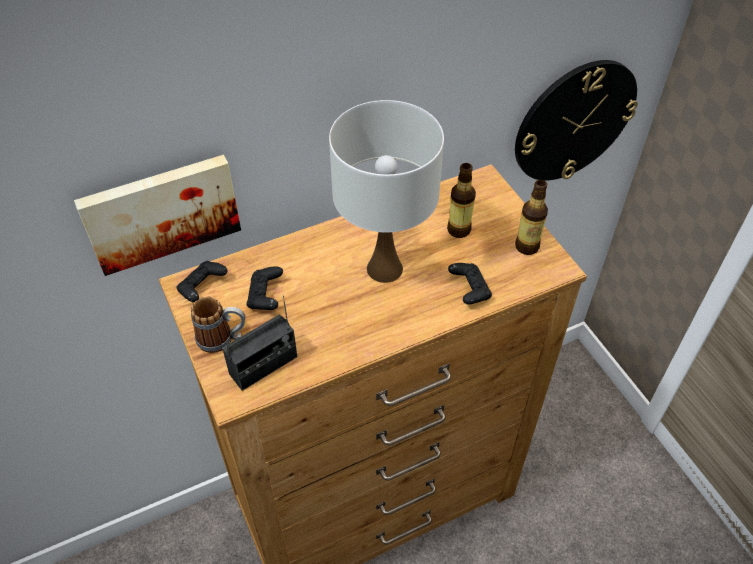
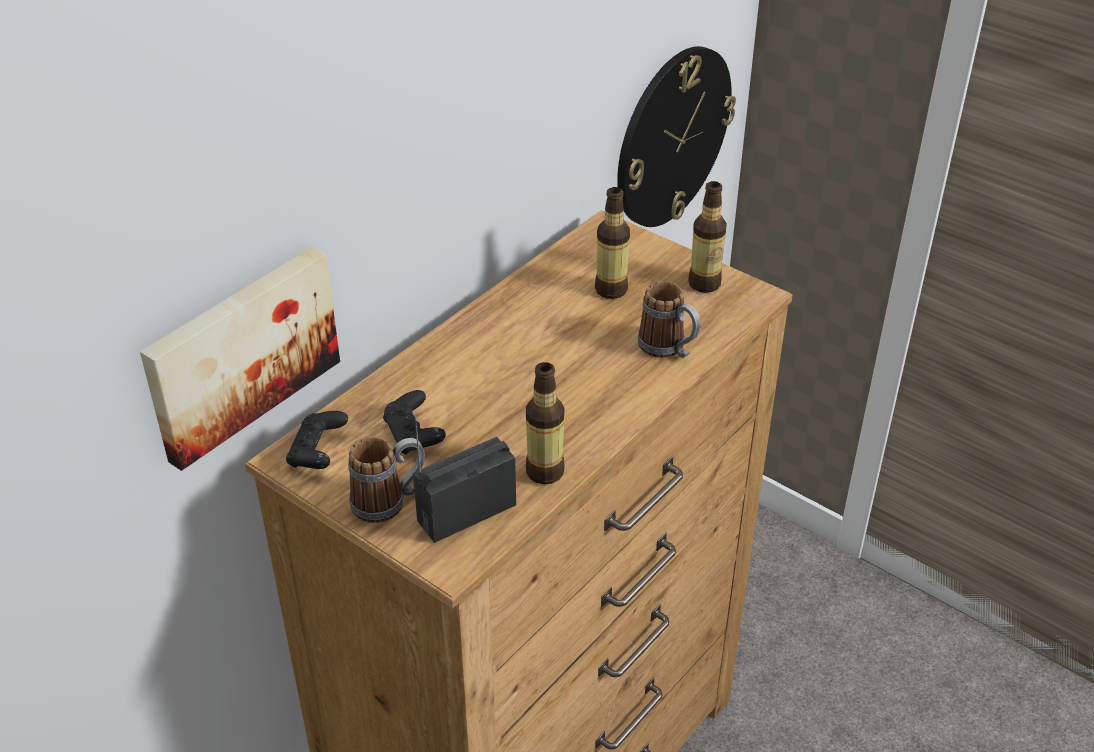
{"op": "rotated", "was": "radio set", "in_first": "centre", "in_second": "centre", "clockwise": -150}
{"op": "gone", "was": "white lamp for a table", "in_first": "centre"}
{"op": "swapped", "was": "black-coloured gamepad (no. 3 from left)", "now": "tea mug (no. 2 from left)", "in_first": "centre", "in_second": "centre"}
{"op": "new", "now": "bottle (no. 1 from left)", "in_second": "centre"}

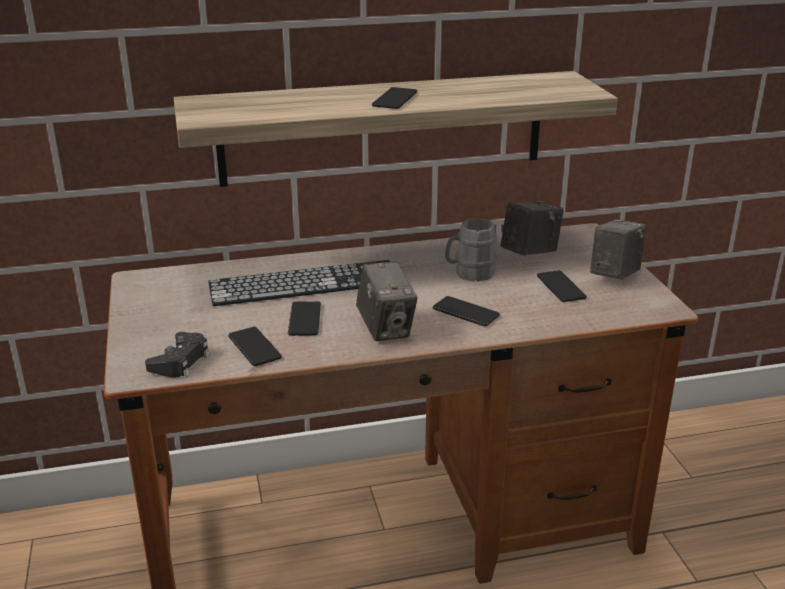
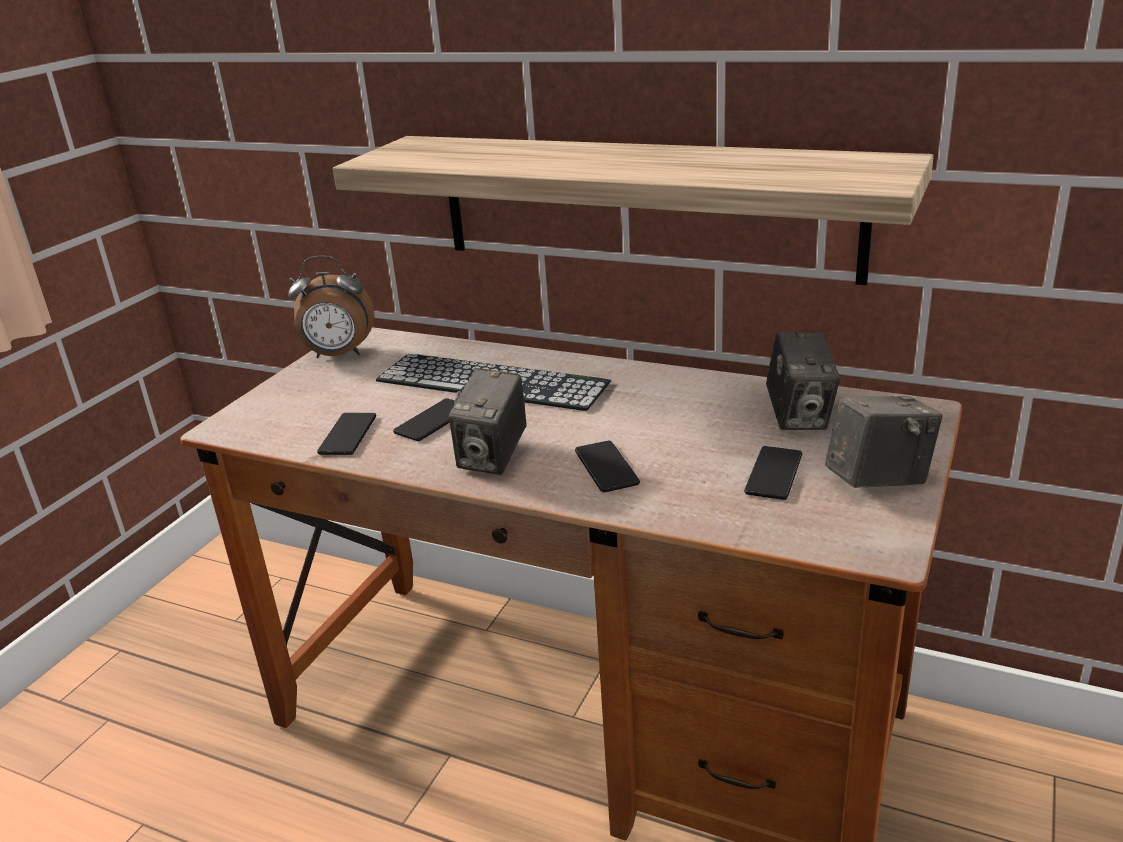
{"op": "gone", "was": "black-coloured gamepad", "in_first": "middle left"}
{"op": "gone", "was": "handset (no. 3 from left)", "in_first": "top centre"}
{"op": "gone", "was": "grey tea mug", "in_first": "centre"}
{"op": "rotated", "was": "still camera (no. 2 from left)", "in_first": "middle right", "in_second": "middle right", "clockwise": 90}
{"op": "new", "now": "alarm clock", "in_second": "middle left"}

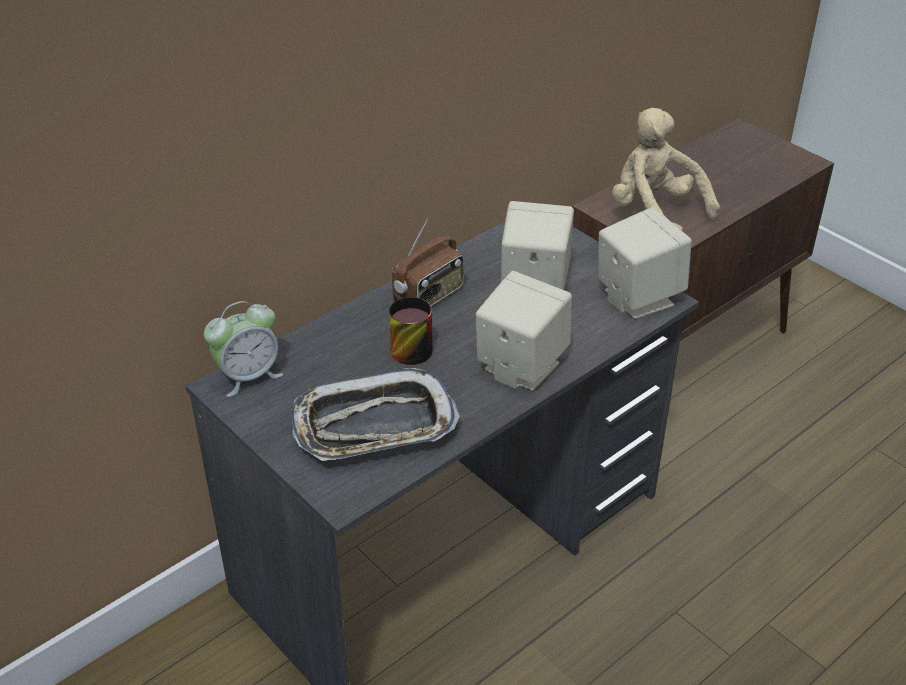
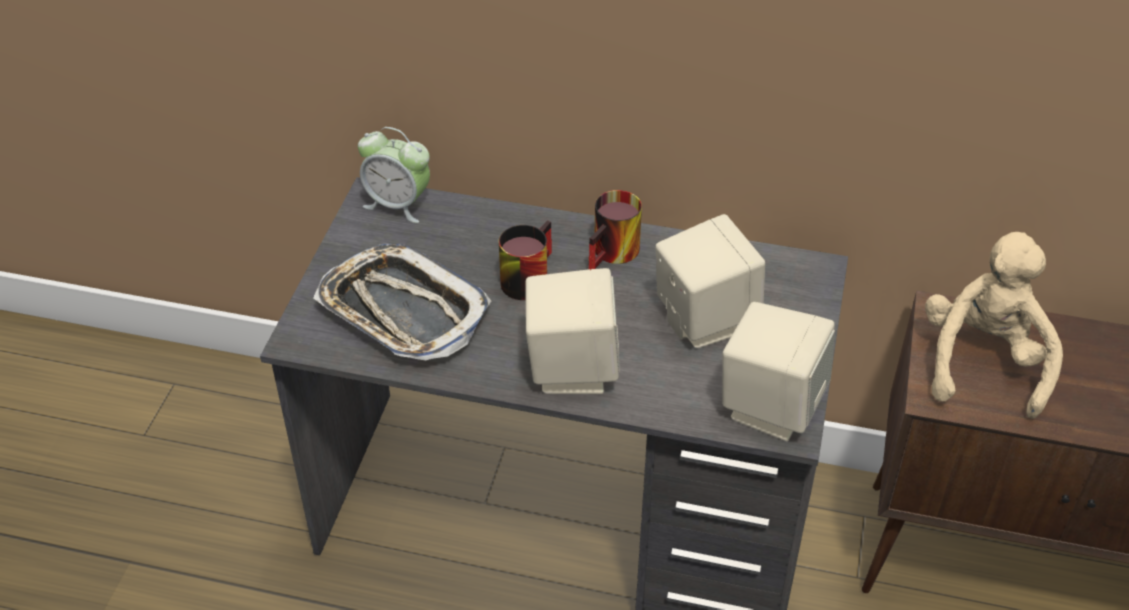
{"op": "swapped", "was": "radio set", "now": "tea mug (no. 2 from left)", "in_first": "centre", "in_second": "centre"}

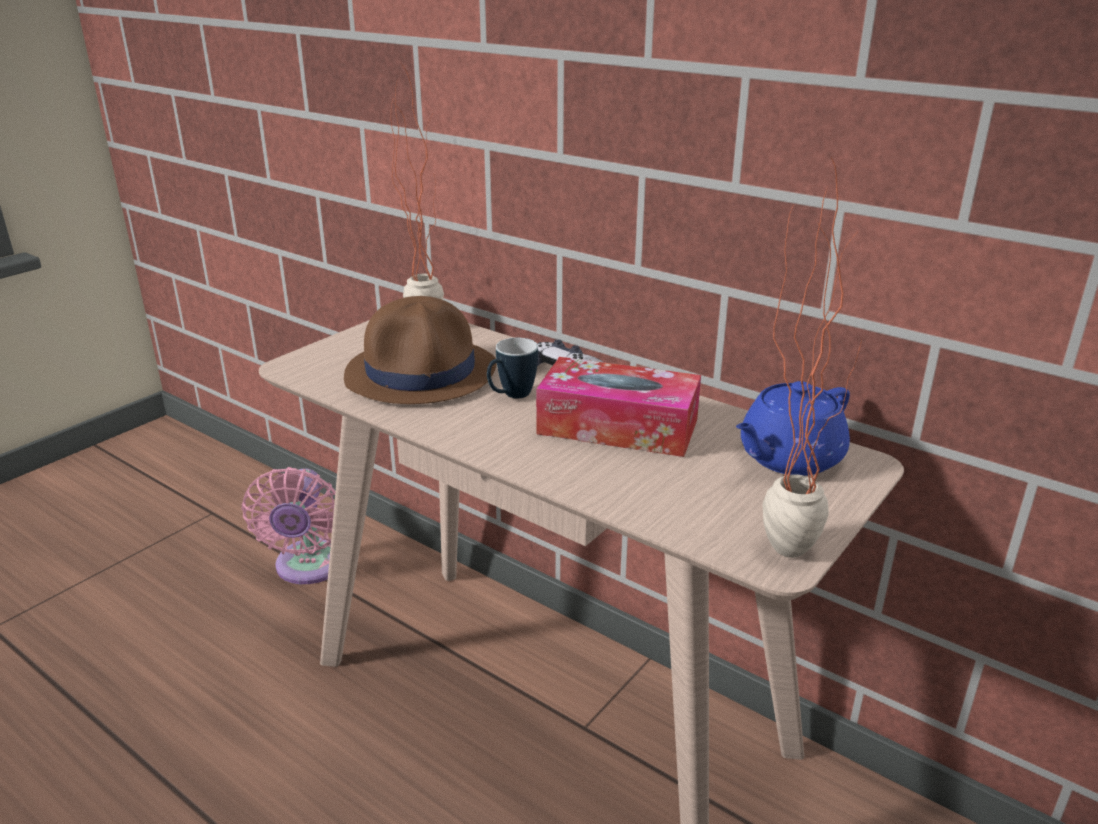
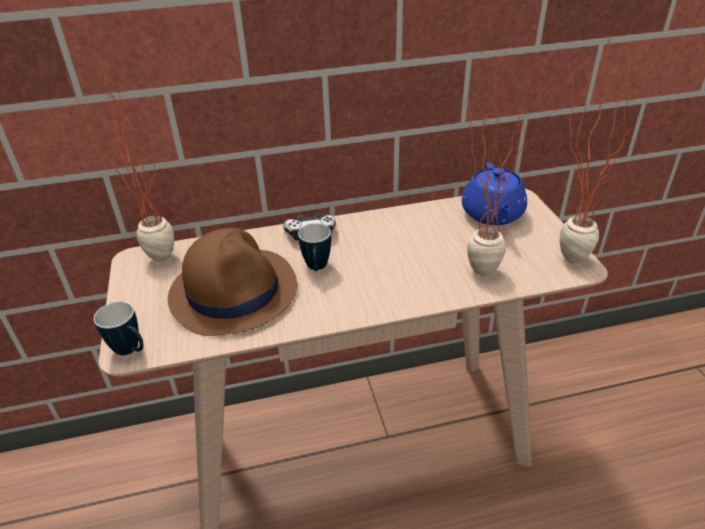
{"op": "gone", "was": "pink fan", "in_first": "middle left"}
{"op": "gone", "was": "box of tissues", "in_first": "centre"}
{"op": "new", "now": "tea mug (no. 1 from left)", "in_second": "middle left"}
{"op": "new", "now": "houseplant (no. 2 from left)", "in_second": "top right"}

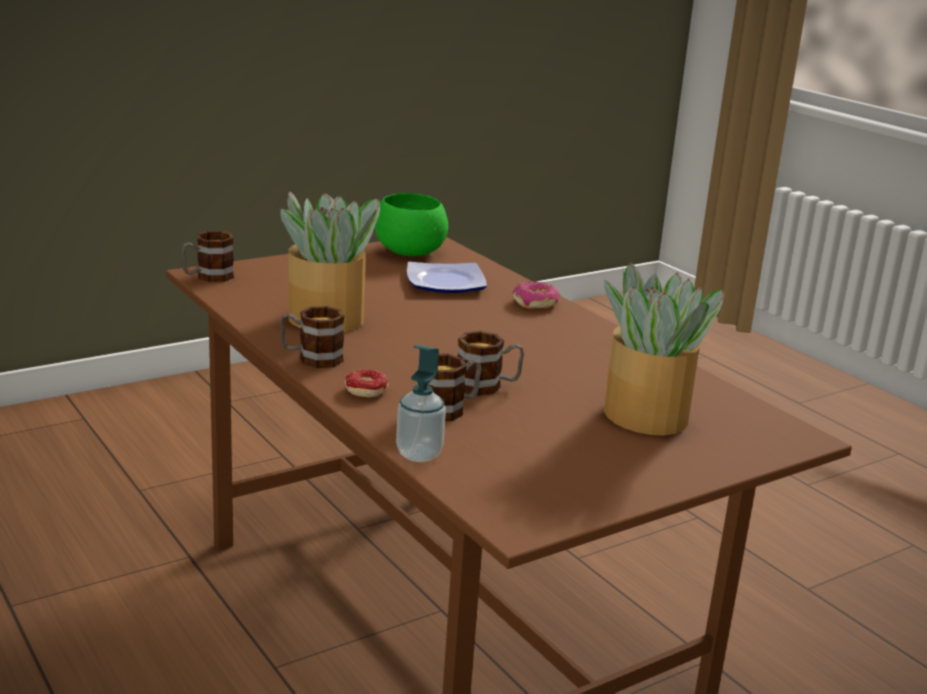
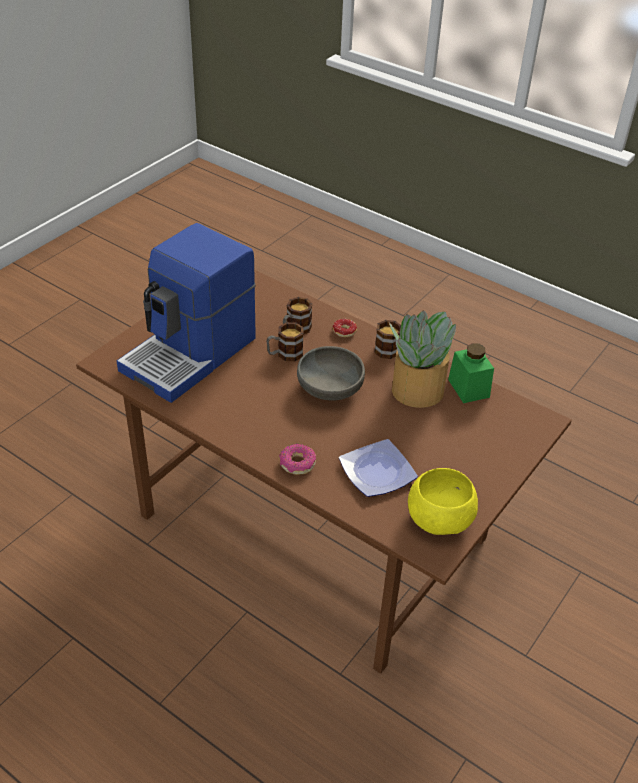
{"op": "gone", "was": "tea mug (no. 1 from left)", "in_first": "middle left"}
{"op": "repainted", "was": "green bowl", "now": "yellow-coloured bowl", "in_first": "top centre", "in_second": "middle right"}
{"op": "gone", "was": "soap bottle", "in_first": "centre"}
{"op": "swapped", "was": "houseplant (no. 2 from left)", "now": "coffee machine", "in_first": "middle right", "in_second": "middle left"}
{"op": "new", "now": "grey bowl", "in_second": "centre"}
{"op": "new", "now": "green preserve jar", "in_second": "middle right"}

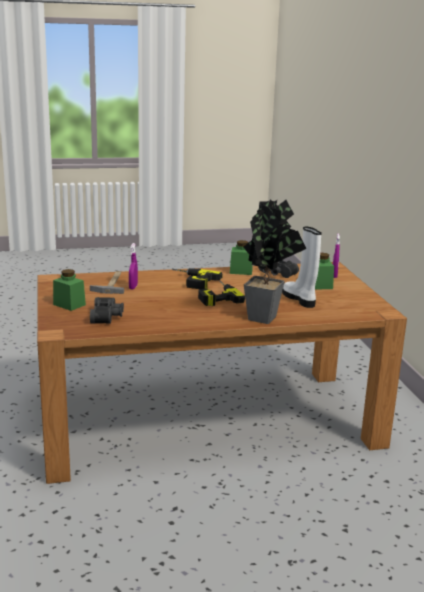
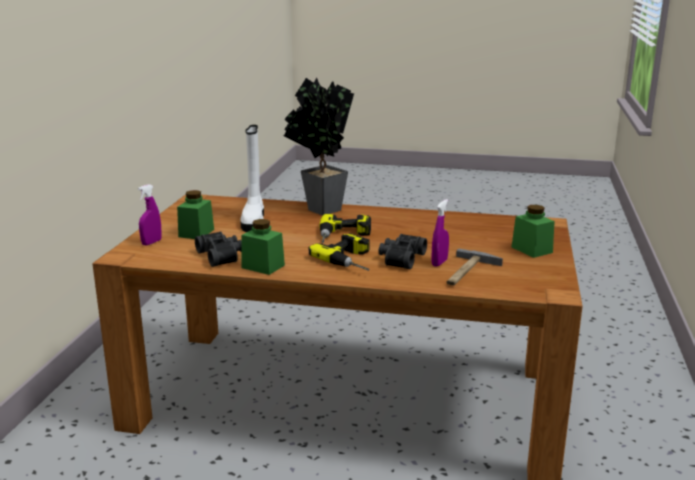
{"op": "shifted", "was": "black-coloured pair of binoculars (no. 1 from left in the first image)", "now": "black-coloured pair of binoculars (no. 2 from left)", "in_first": "middle left", "in_second": "centre"}

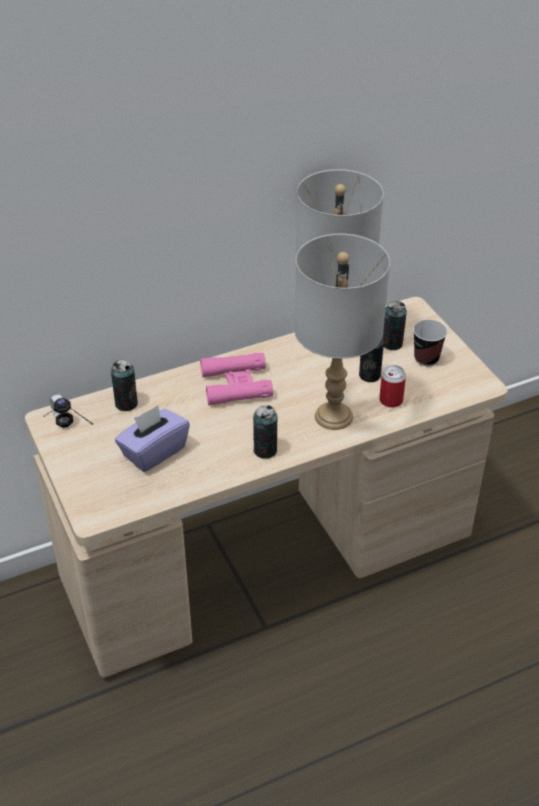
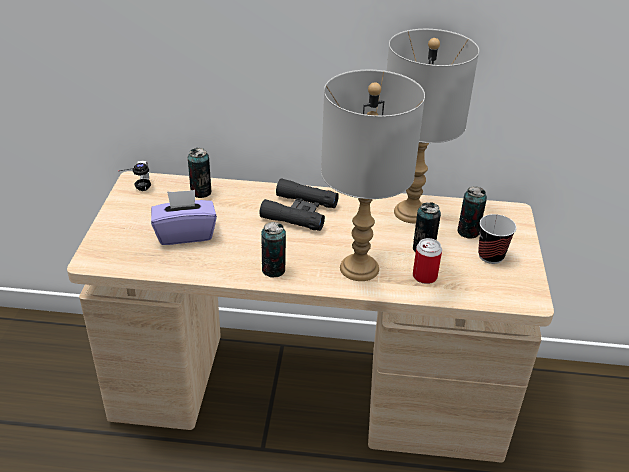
{"op": "repainted", "was": "pink pair of binoculars", "now": "black-coloured pair of binoculars", "in_first": "centre", "in_second": "centre"}

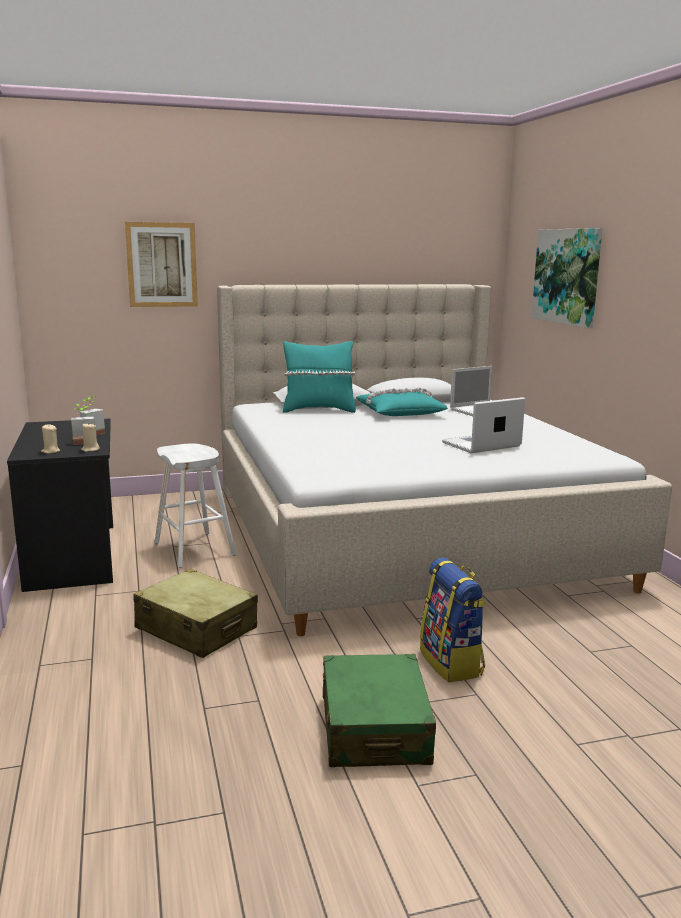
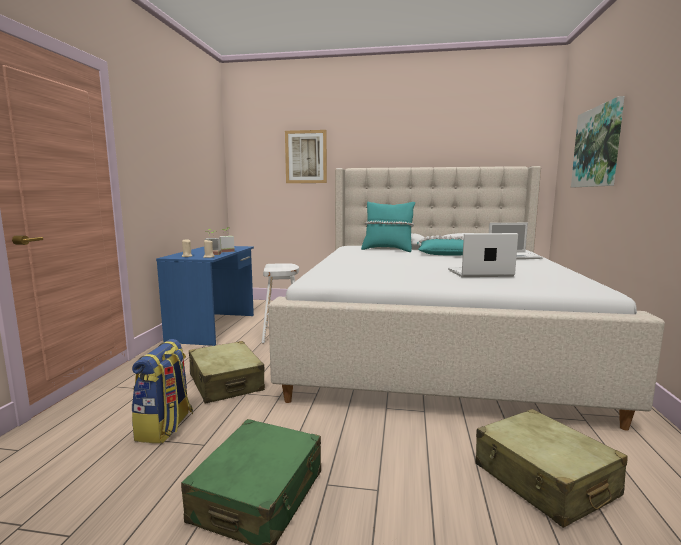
{"op": "repainted", "was": "black-coloured desk unit", "now": "bluish desk unit", "in_first": "middle left", "in_second": "middle left"}
{"op": "shifted", "was": "backpack", "in_first": "bottom centre", "in_second": "bottom left"}
{"op": "new", "now": "sand-coloured travel case (no. 2 from left)", "in_second": "bottom right"}

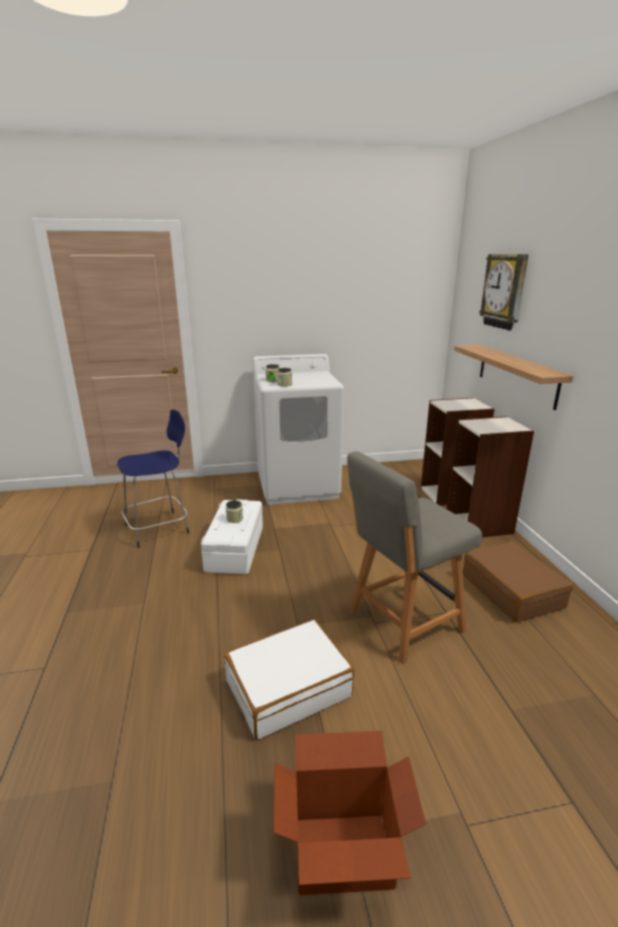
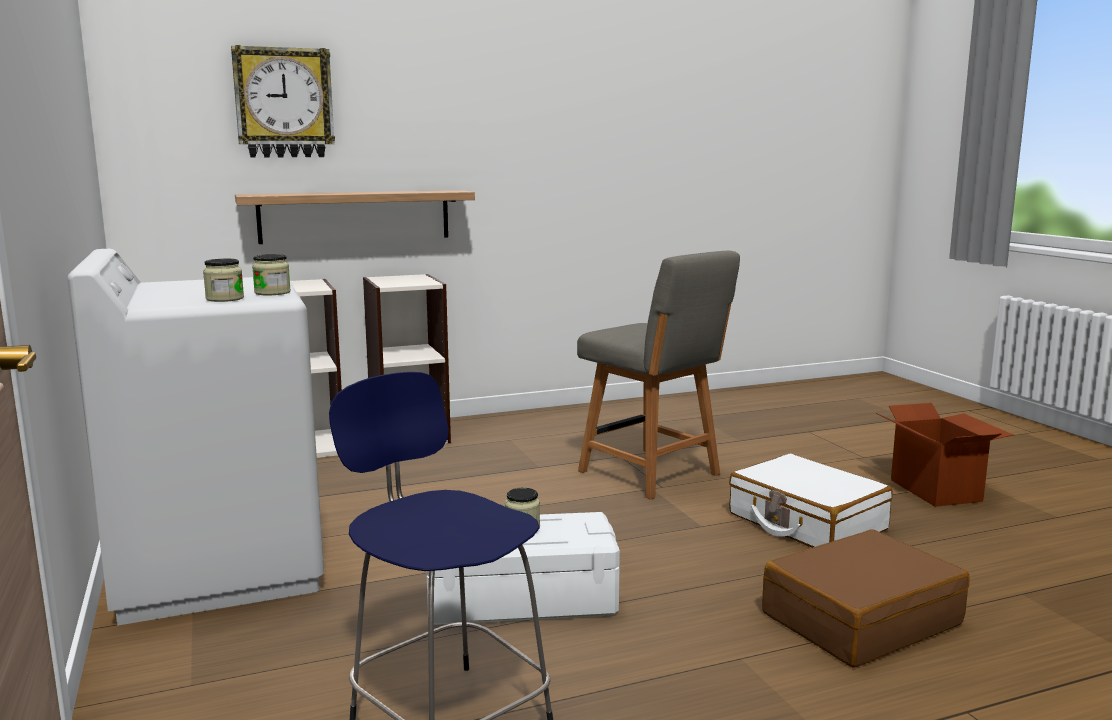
{"op": "shifted", "was": "brownish travel case", "in_first": "middle right", "in_second": "bottom right"}

